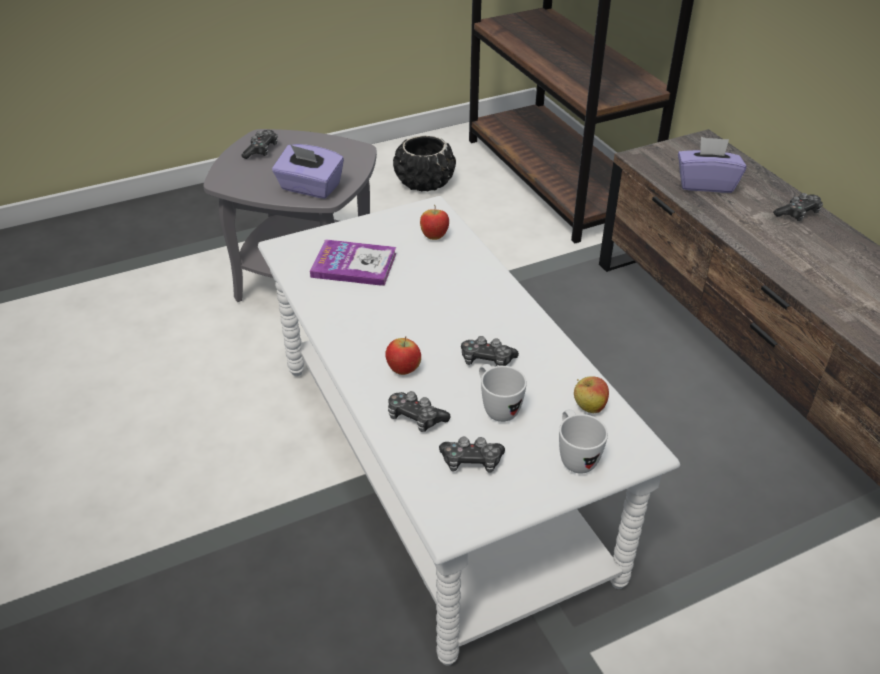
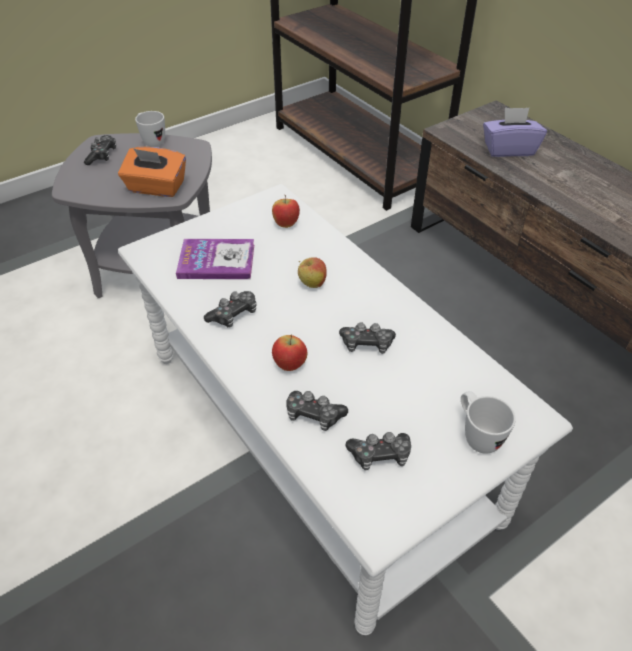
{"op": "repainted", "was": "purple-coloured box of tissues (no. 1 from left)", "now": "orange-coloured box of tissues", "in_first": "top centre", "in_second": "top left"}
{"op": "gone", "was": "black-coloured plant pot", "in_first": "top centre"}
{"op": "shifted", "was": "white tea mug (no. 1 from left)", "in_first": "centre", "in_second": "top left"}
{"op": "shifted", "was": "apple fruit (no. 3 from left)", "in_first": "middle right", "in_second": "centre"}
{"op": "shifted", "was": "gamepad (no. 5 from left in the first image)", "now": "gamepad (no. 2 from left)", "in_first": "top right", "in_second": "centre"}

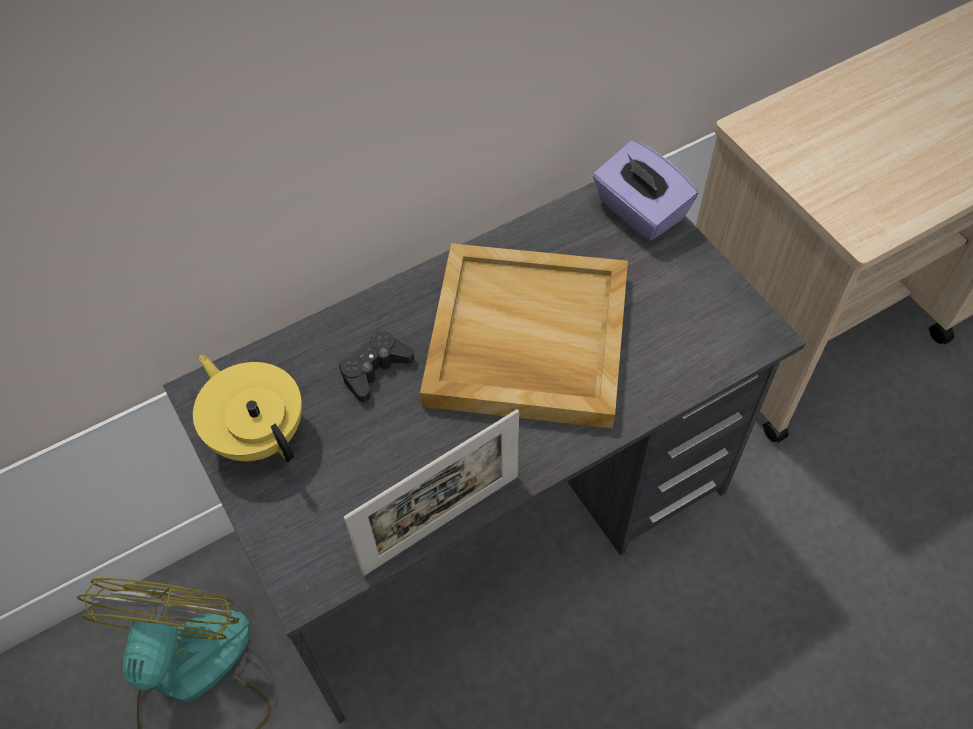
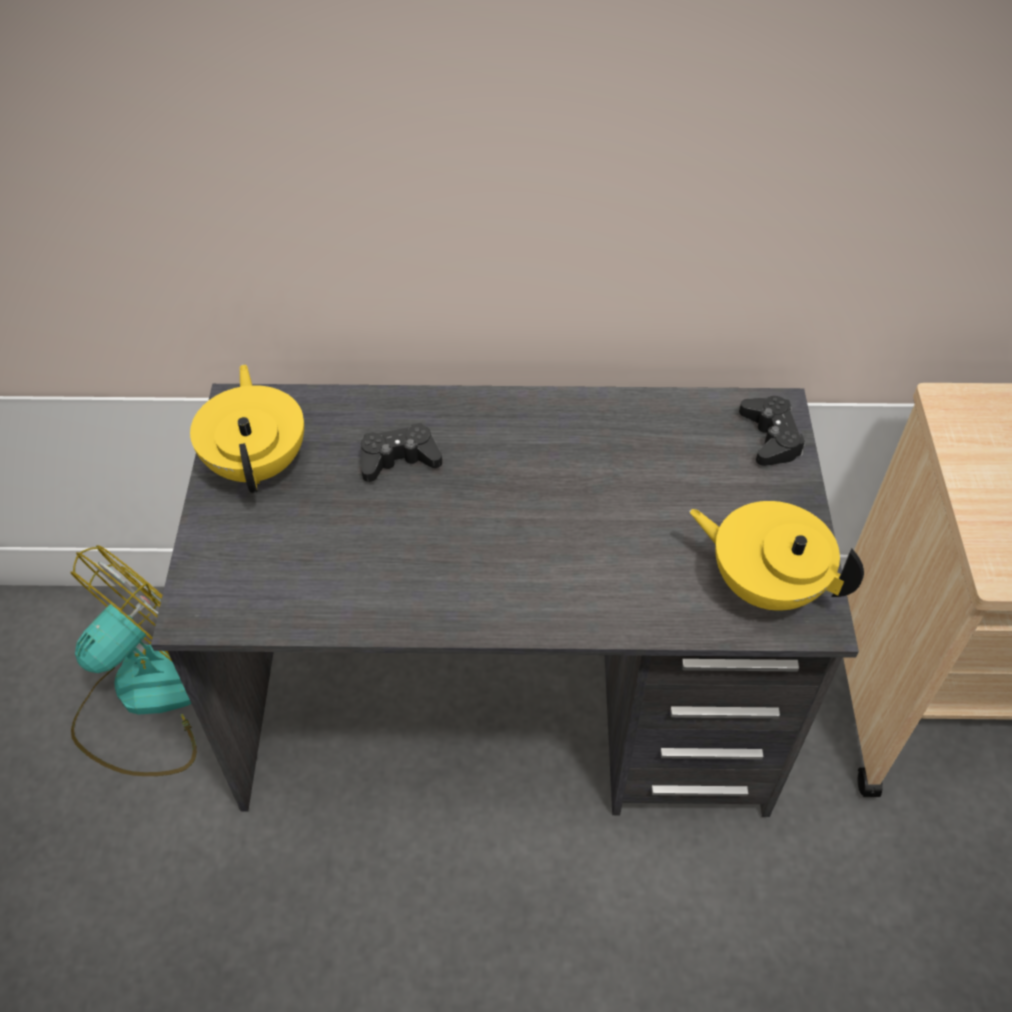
{"op": "gone", "was": "standing frame", "in_first": "bottom centre"}
{"op": "gone", "was": "sand-coloured carrying tray", "in_first": "centre"}
{"op": "swapped", "was": "purple-coloured box of tissues", "now": "black-coloured gamepad (no. 2 from left)", "in_first": "top centre", "in_second": "middle right"}
{"op": "new", "now": "yellow-coloured teapot (no. 2 from left)", "in_second": "middle right"}

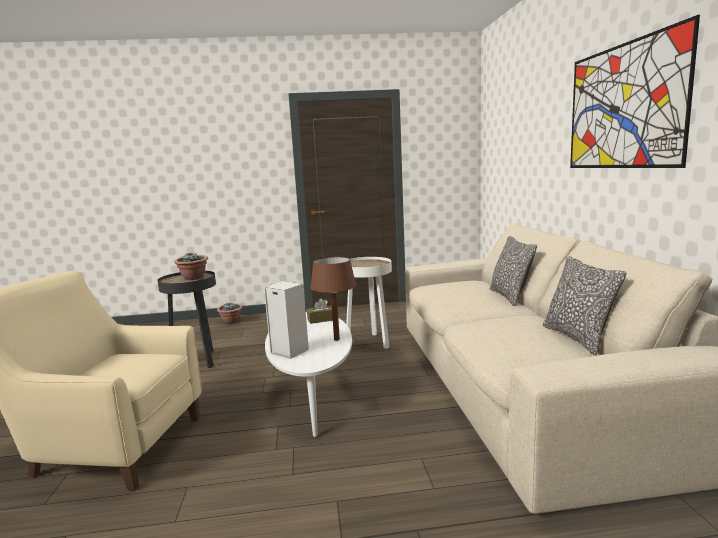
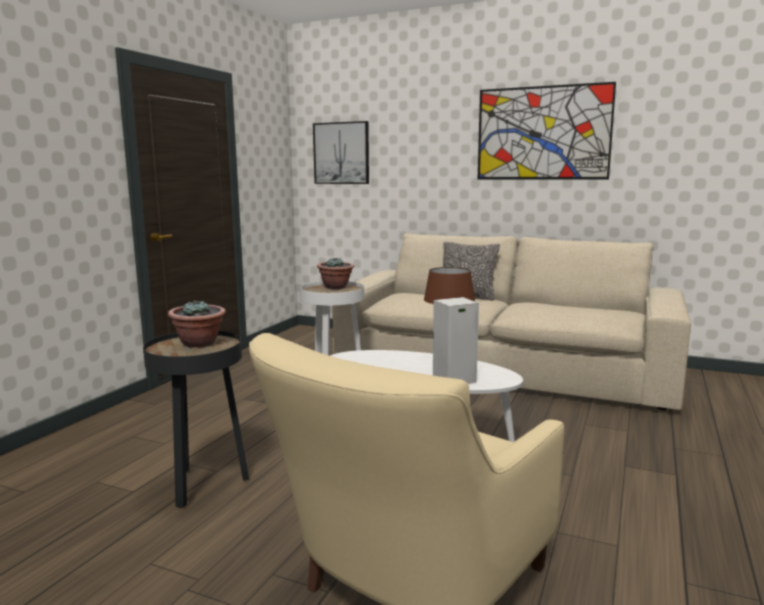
{"op": "shifted", "was": "houseplant (no. 2 from left)", "in_first": "middle left", "in_second": "centre"}
{"op": "gone", "was": "brownish box of tissues", "in_first": "centre"}
{"op": "gone", "was": "cushion (no. 2 from left)", "in_first": "middle right"}
{"op": "new", "now": "picture (no. 1 from left)", "in_second": "top centre"}

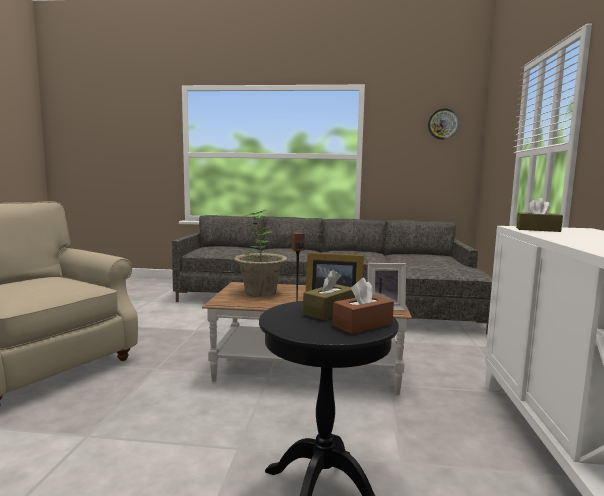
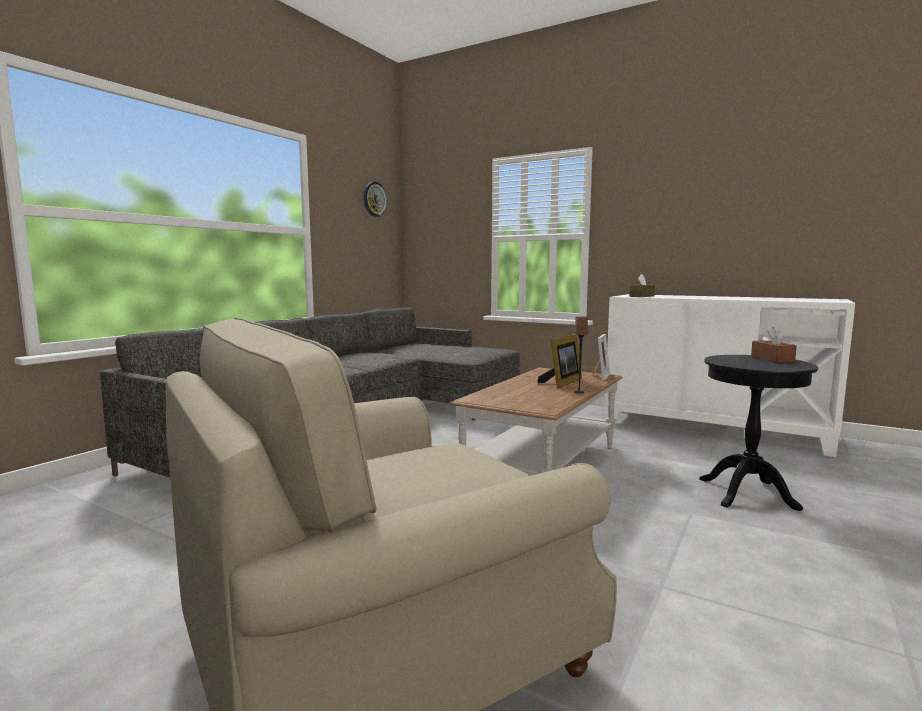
{"op": "gone", "was": "houseplant", "in_first": "centre"}
{"op": "gone", "was": "brownish box of tissues (no. 1 from left)", "in_first": "centre"}

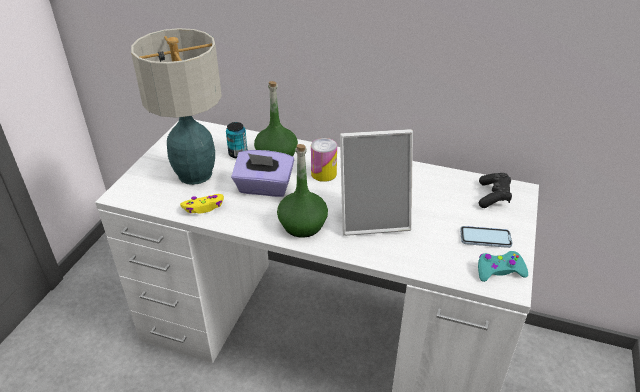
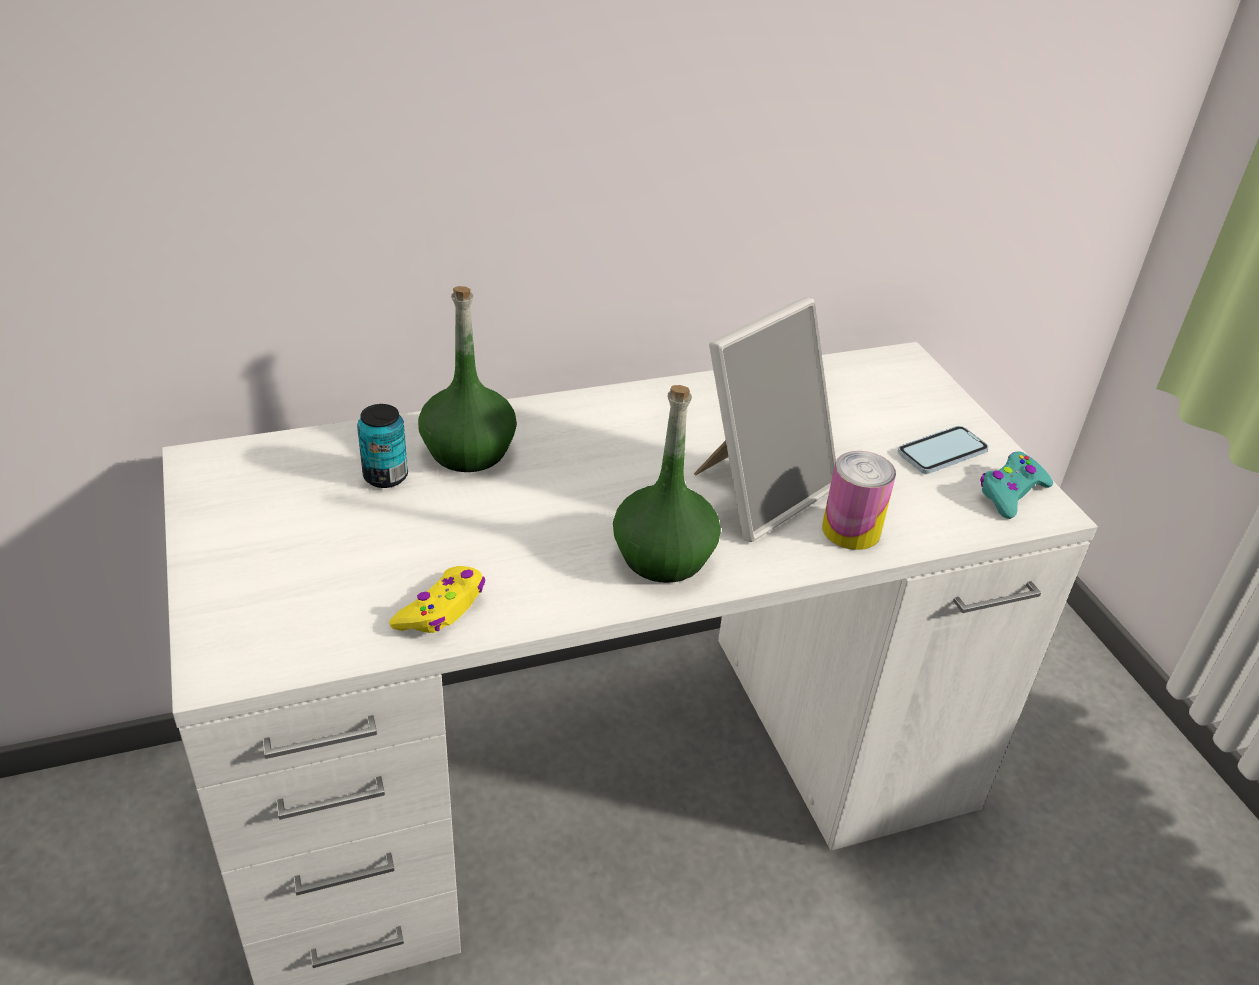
{"op": "gone", "was": "lamp for a table", "in_first": "top left"}
{"op": "gone", "was": "purple-coloured box of tissues", "in_first": "centre"}
{"op": "shifted", "was": "can (no. 2 from left)", "in_first": "centre", "in_second": "middle right"}
{"op": "gone", "was": "black-coloured gamepad", "in_first": "middle right"}

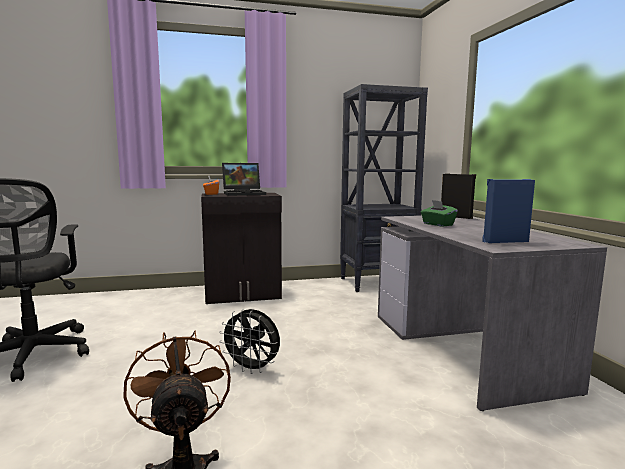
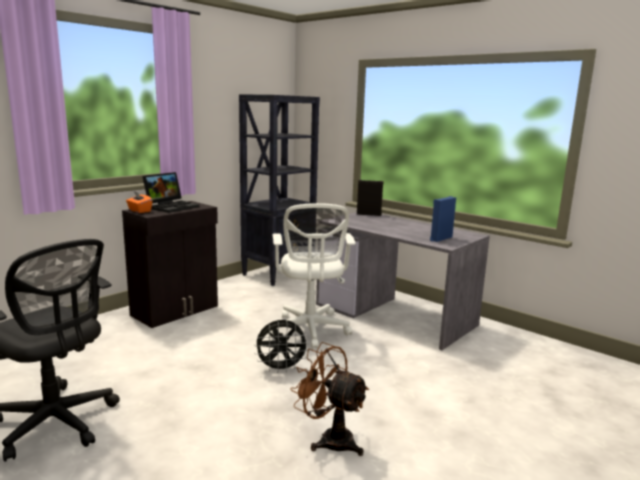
{"op": "gone", "was": "green box of tissues", "in_first": "middle right"}
{"op": "new", "now": "white desk chair", "in_second": "centre"}

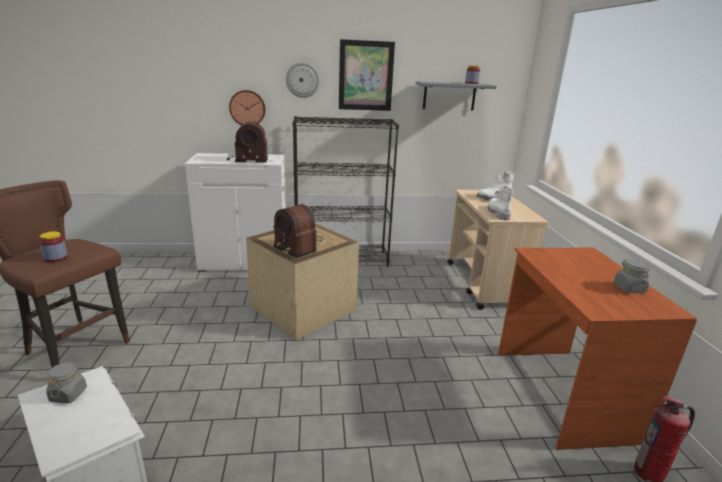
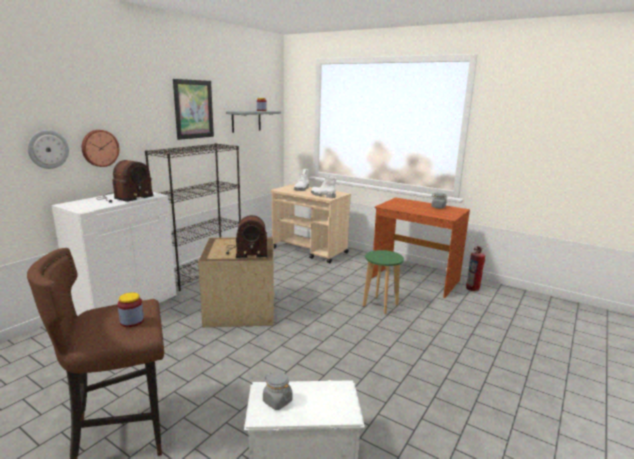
{"op": "shifted", "was": "clock on the wall (no. 2 from left in the first image)", "now": "clock on the wall (no. 1 from left)", "in_first": "top centre", "in_second": "top left"}
{"op": "new", "now": "green sitting stool", "in_second": "centre"}

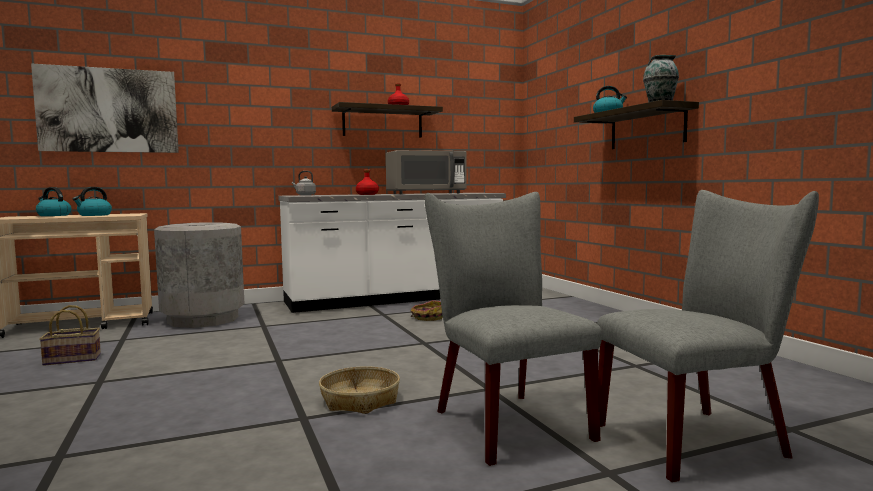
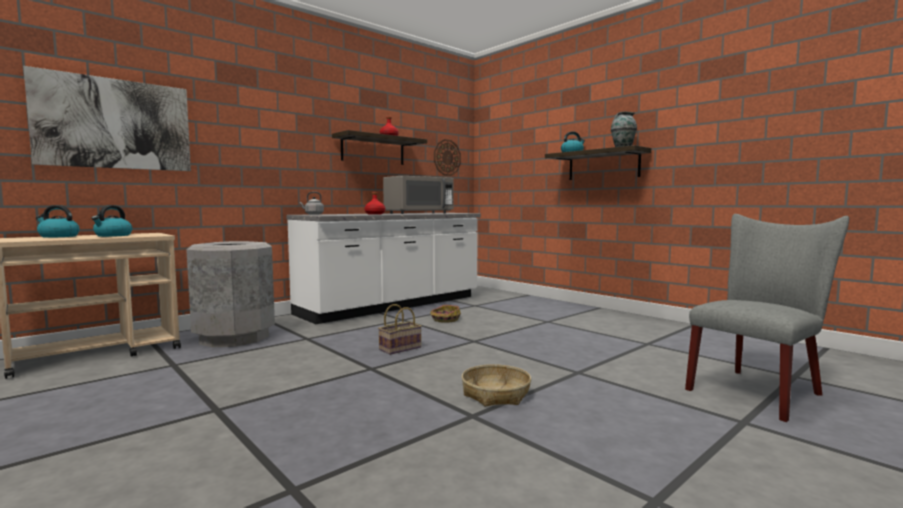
{"op": "shifted", "was": "basket (no. 1 from left)", "in_first": "bottom left", "in_second": "centre"}
{"op": "gone", "was": "grey plain chair (no. 1 from left)", "in_first": "bottom centre"}
{"op": "new", "now": "clock on the wall", "in_second": "top centre"}

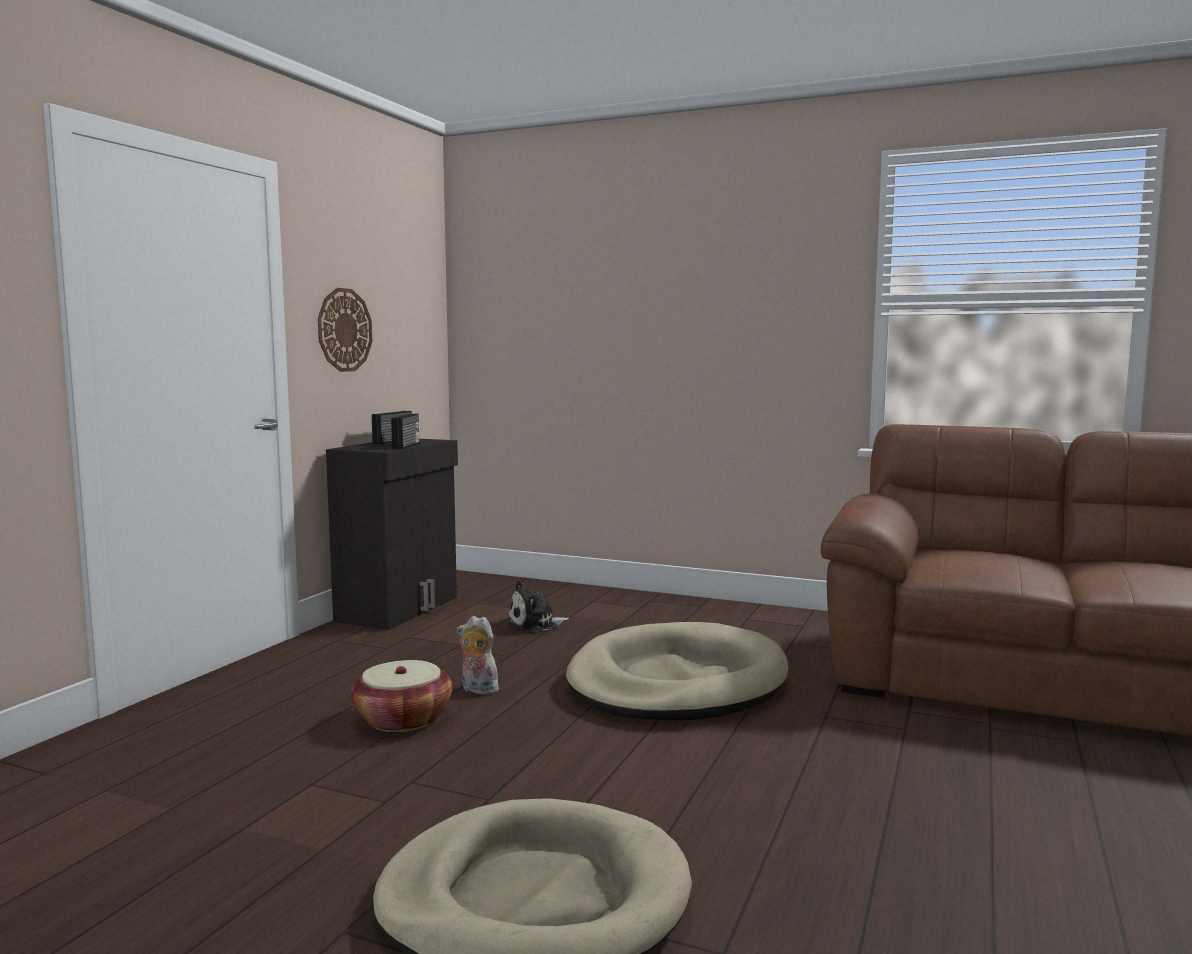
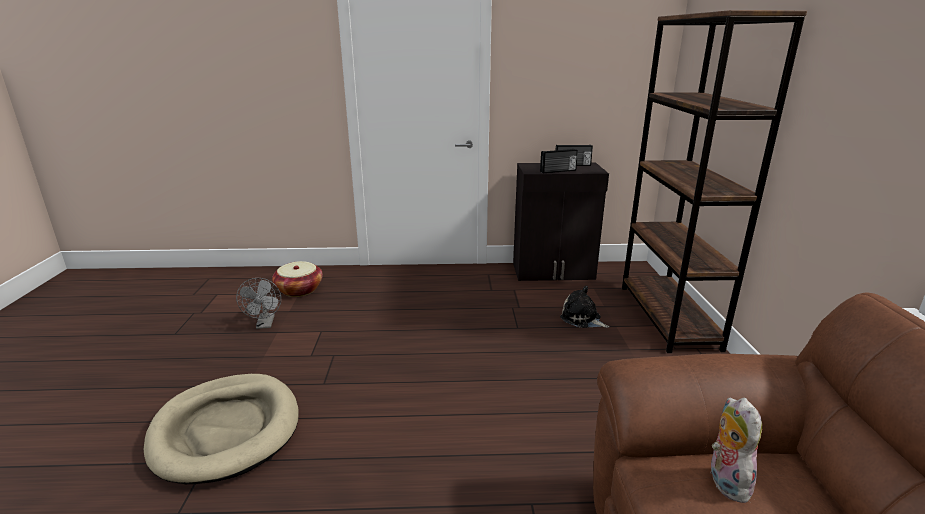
{"op": "gone", "was": "clock on the wall", "in_first": "middle left"}
{"op": "shifted", "was": "basket", "in_first": "bottom centre", "in_second": "middle left"}
{"op": "shifted", "was": "cuddly toy (no. 1 from left in the first image)", "now": "cuddly toy (no. 2 from left)", "in_first": "bottom centre", "in_second": "bottom right"}
{"op": "gone", "was": "sand-coloured dog bed (no. 2 from left)", "in_first": "bottom centre"}
{"op": "new", "now": "grey fan", "in_second": "middle left"}
{"op": "new", "now": "brownish shelving unit", "in_second": "middle right"}

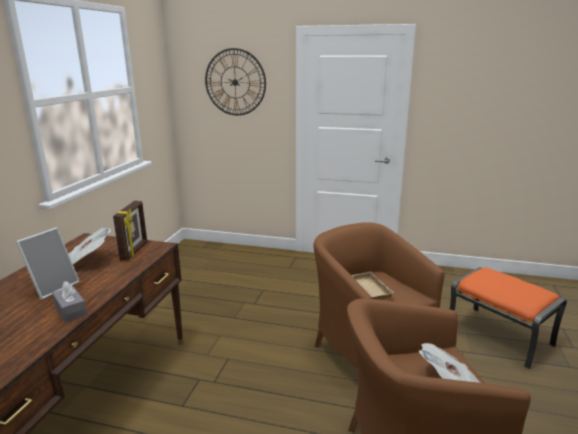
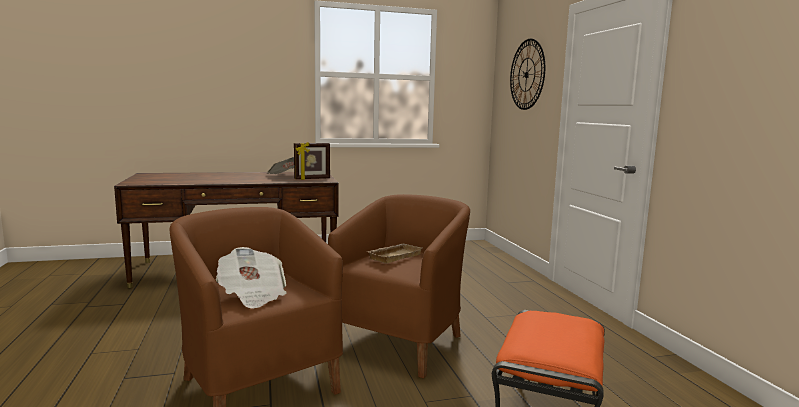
{"op": "gone", "was": "standing frame (no. 1 from left)", "in_first": "middle left"}
{"op": "gone", "was": "grey box of tissues", "in_first": "bottom left"}

